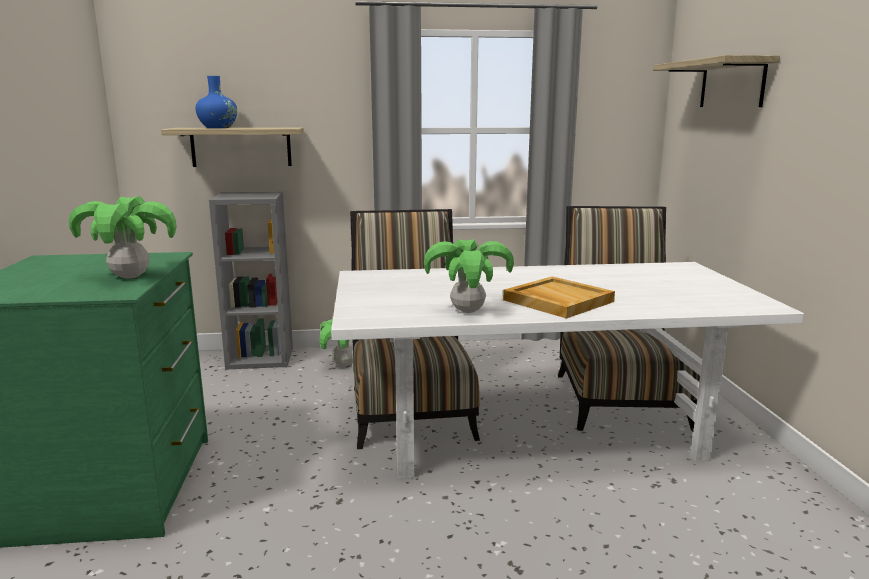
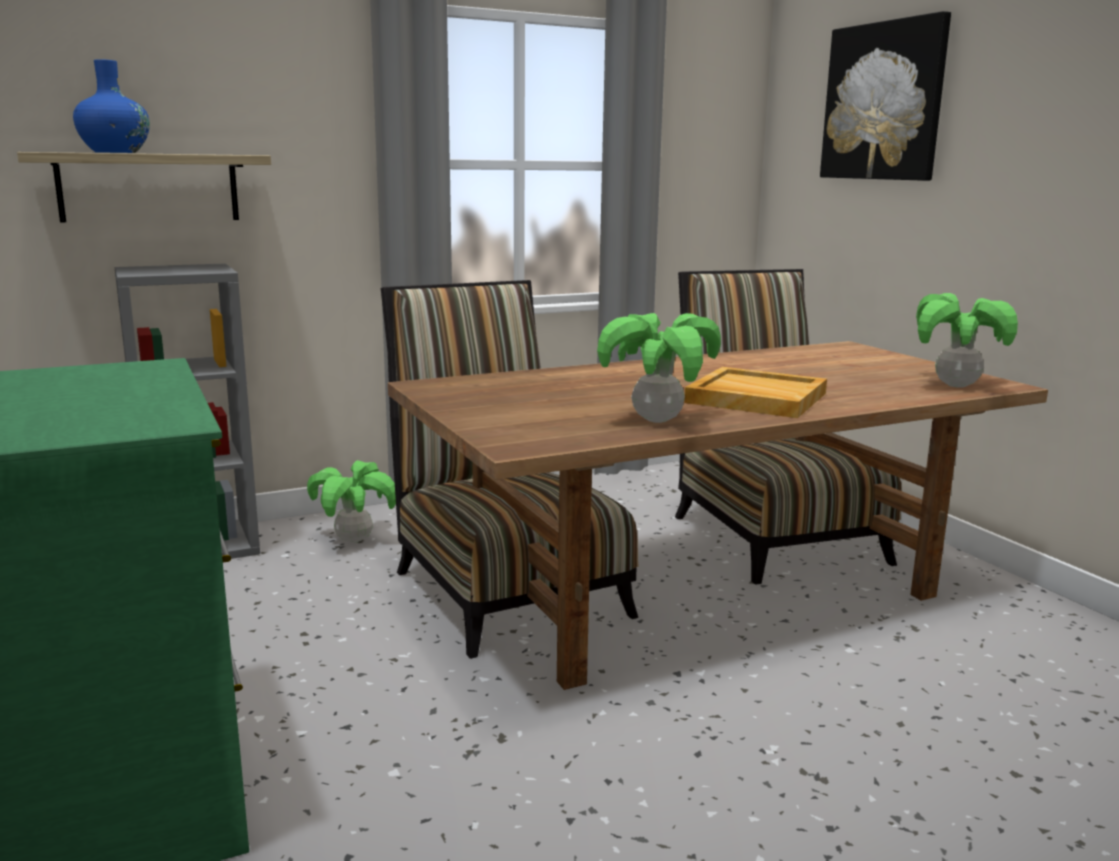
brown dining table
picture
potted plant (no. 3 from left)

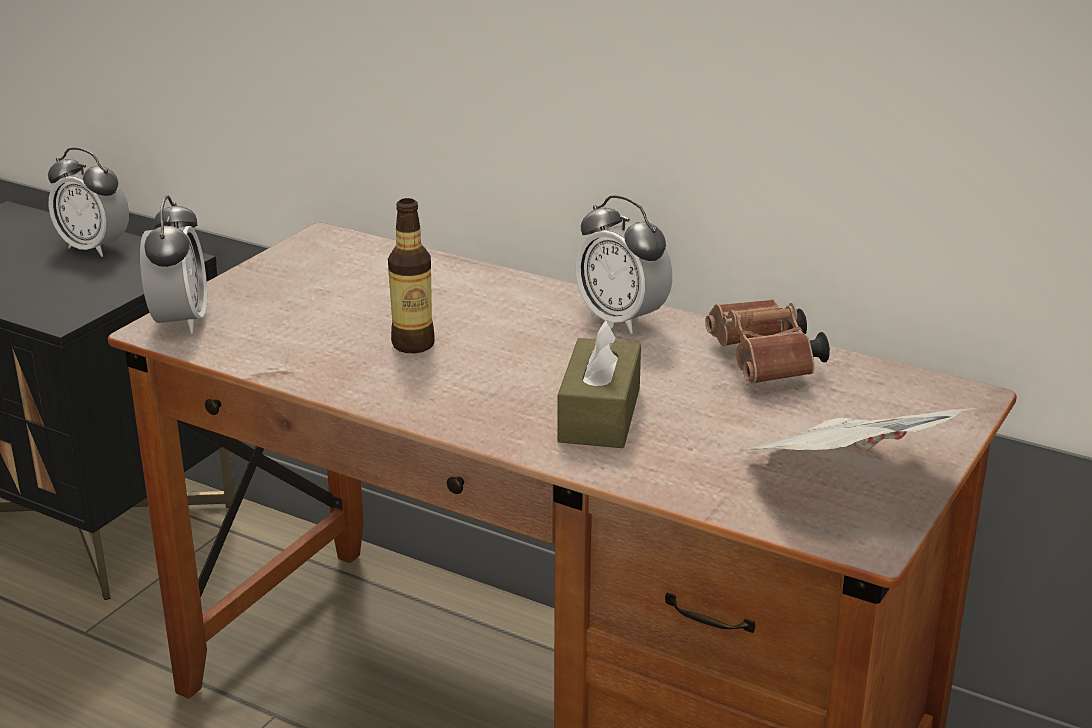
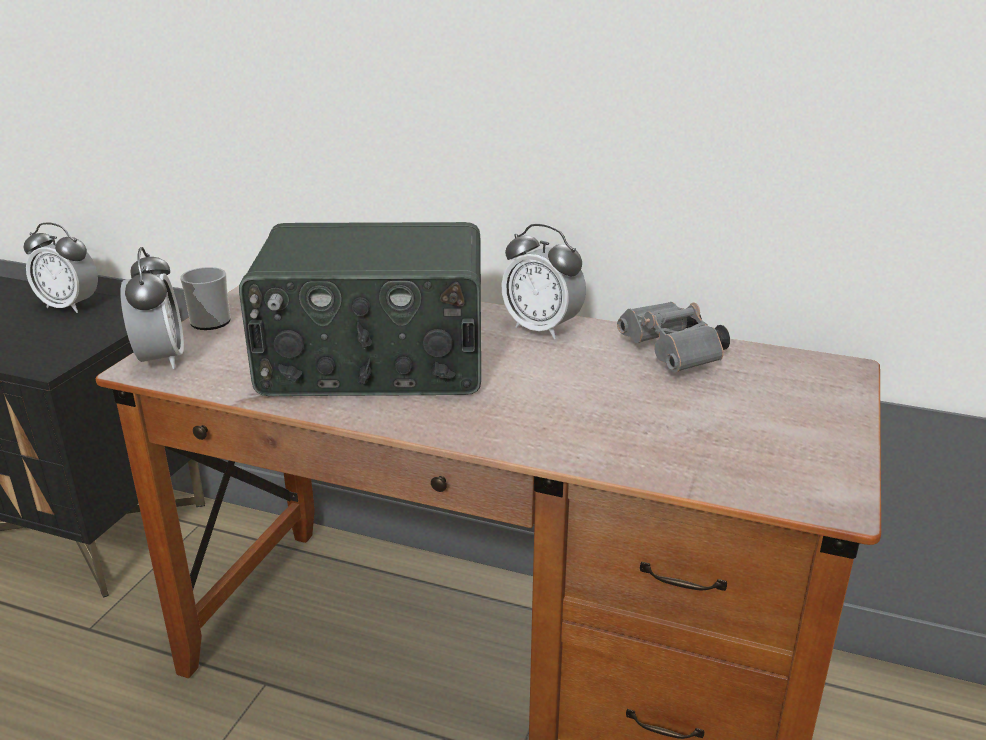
mug
radio
grey binoculars
brown tissue box
newspaper

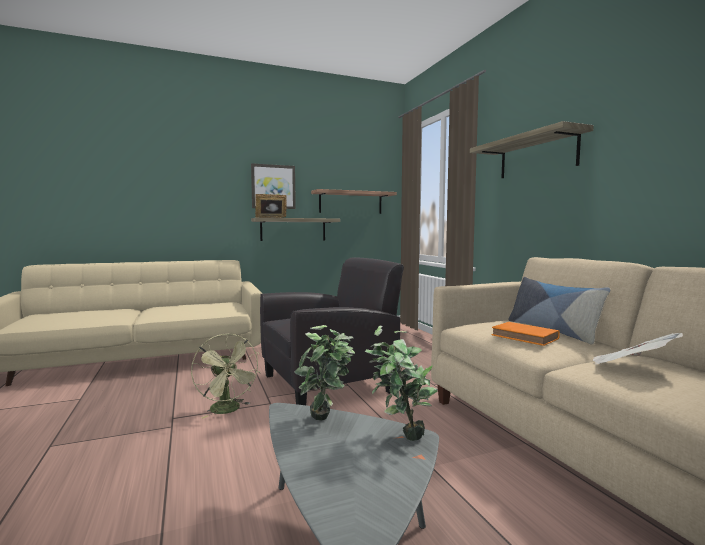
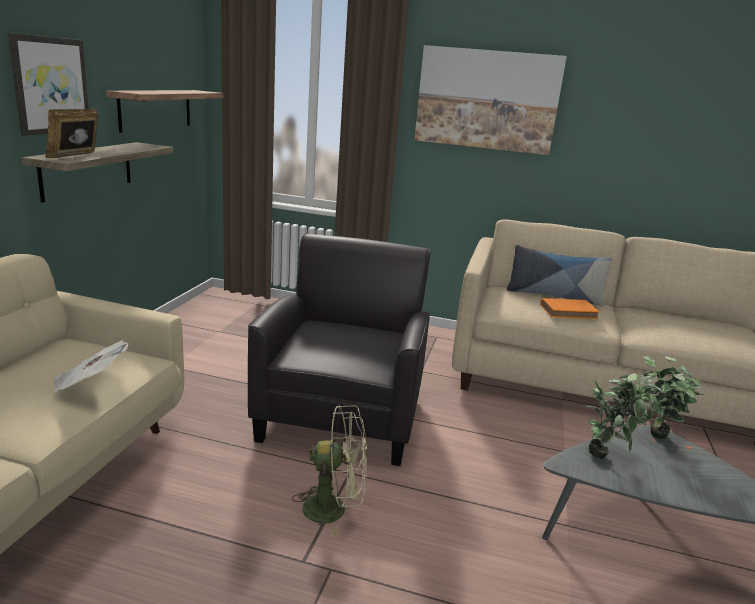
newspaper
picture (no. 2 from left)

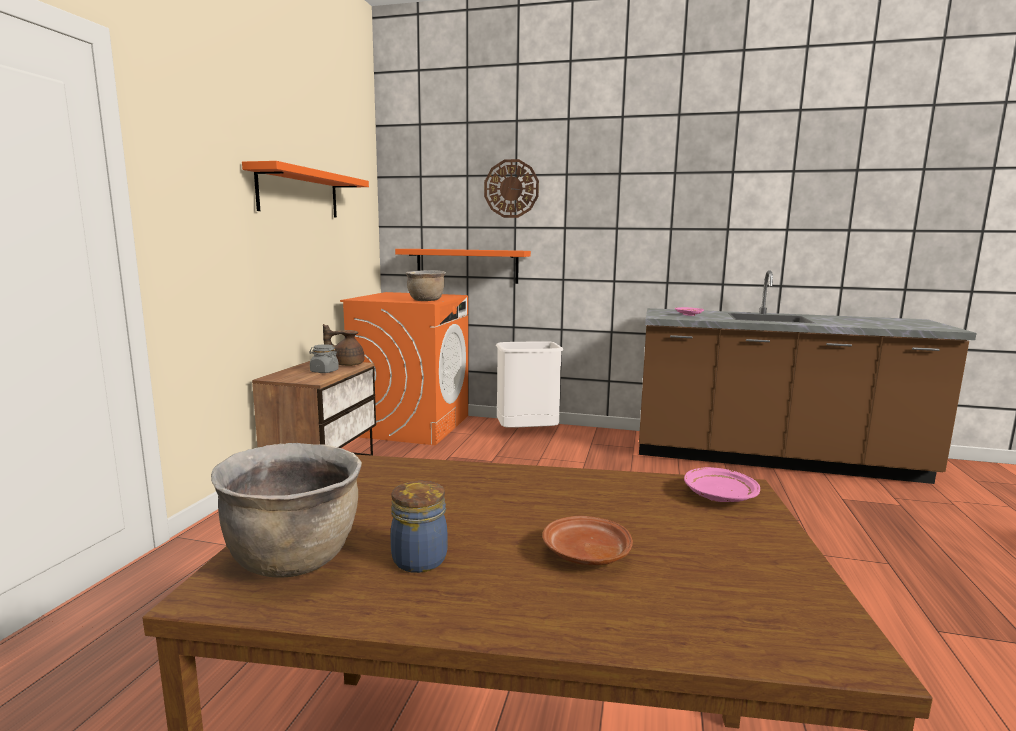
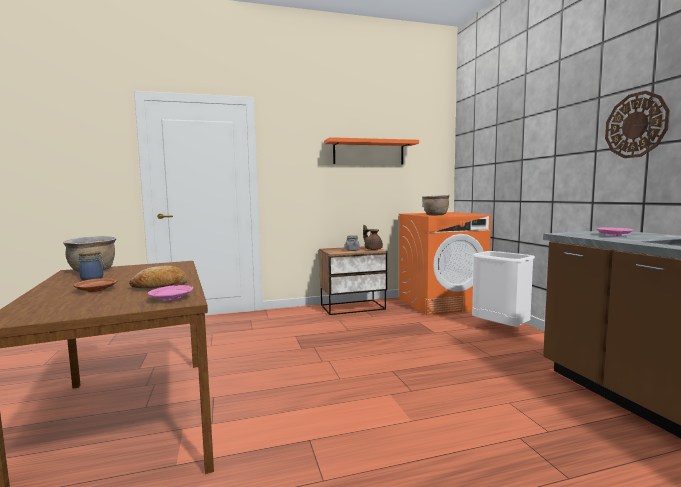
bread
wall clock
orange shelf (no. 2 from left in the first image)

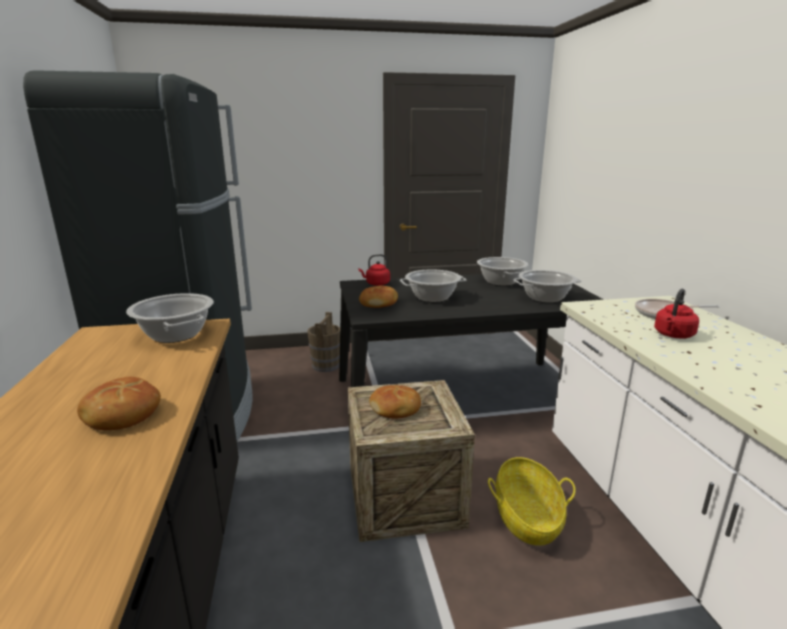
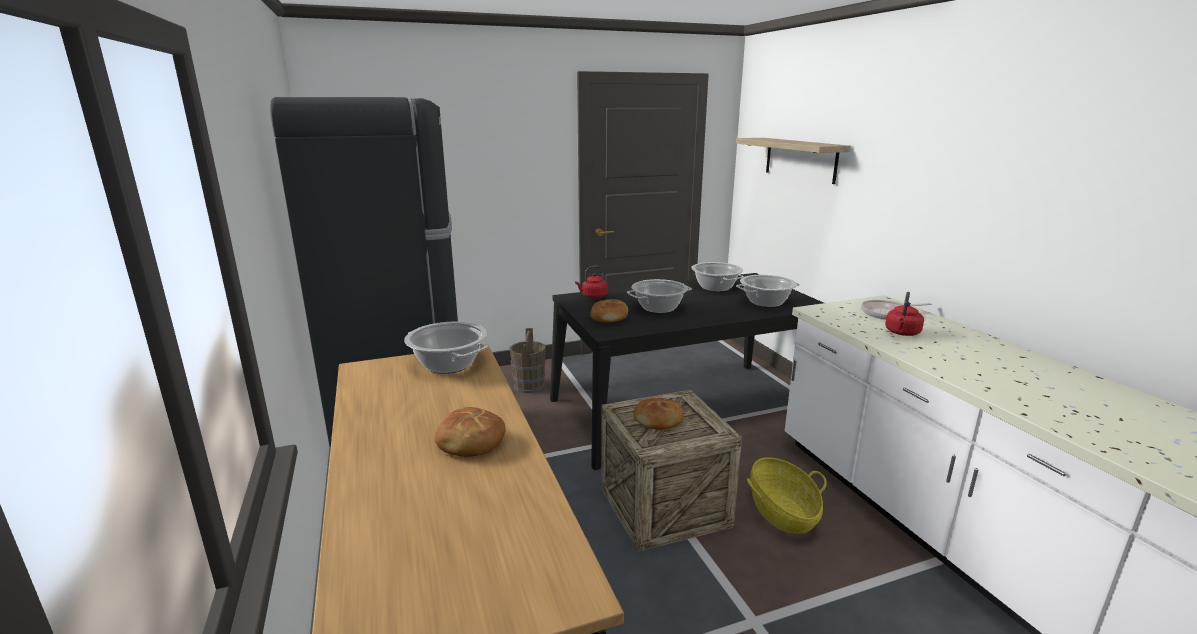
shelf

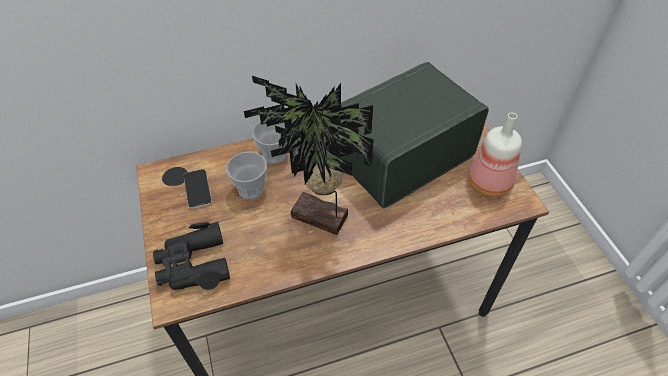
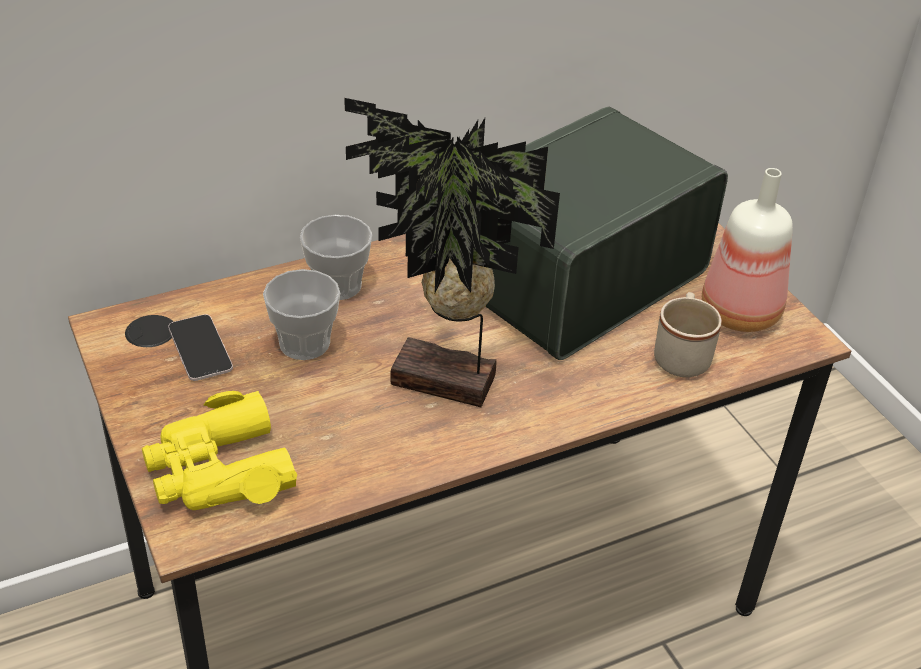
yellow binoculars
beige mug

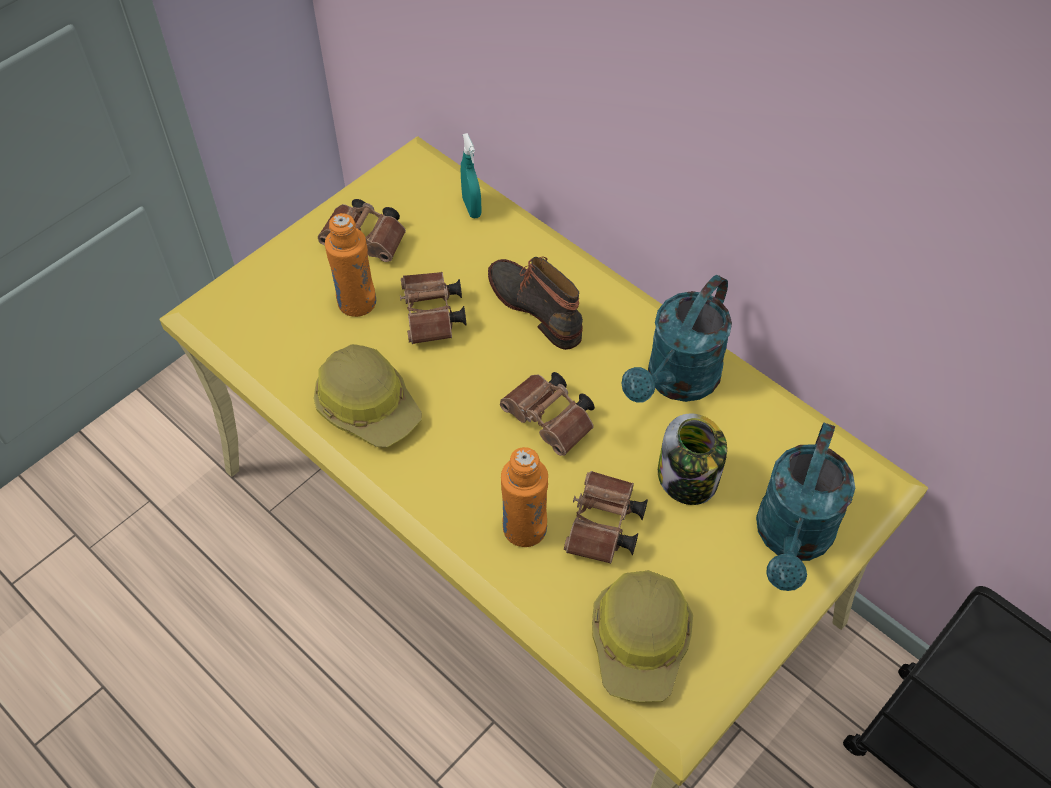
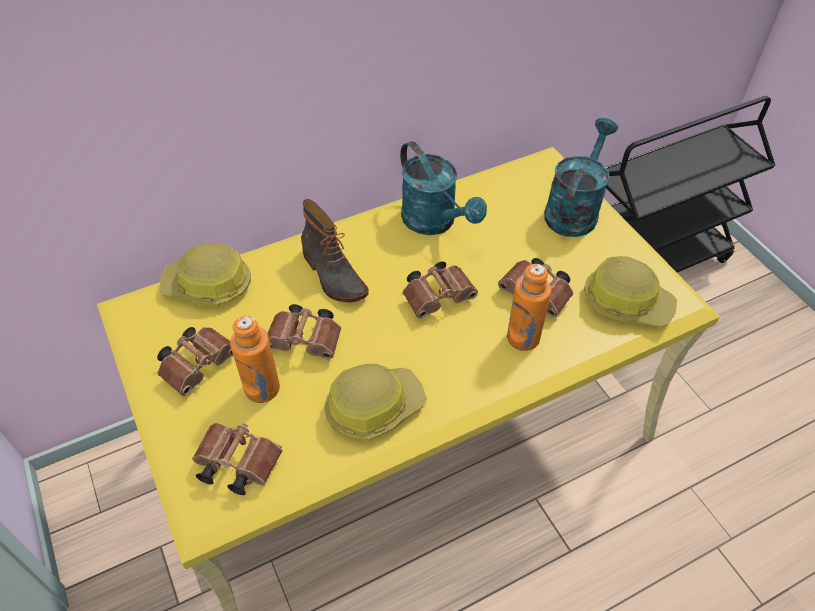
hard hat (no. 1 from left)
brown binoculars (no. 2 from left)
boot
turquoise watering can (no. 2 from left)
jar

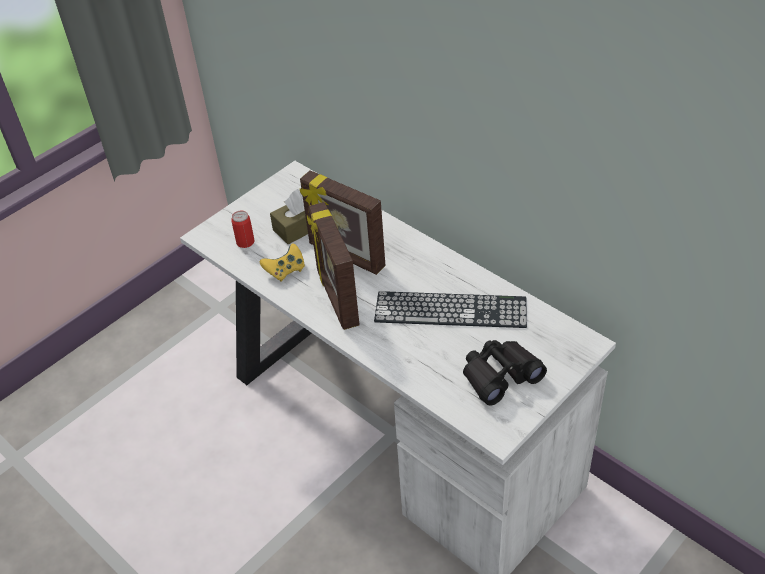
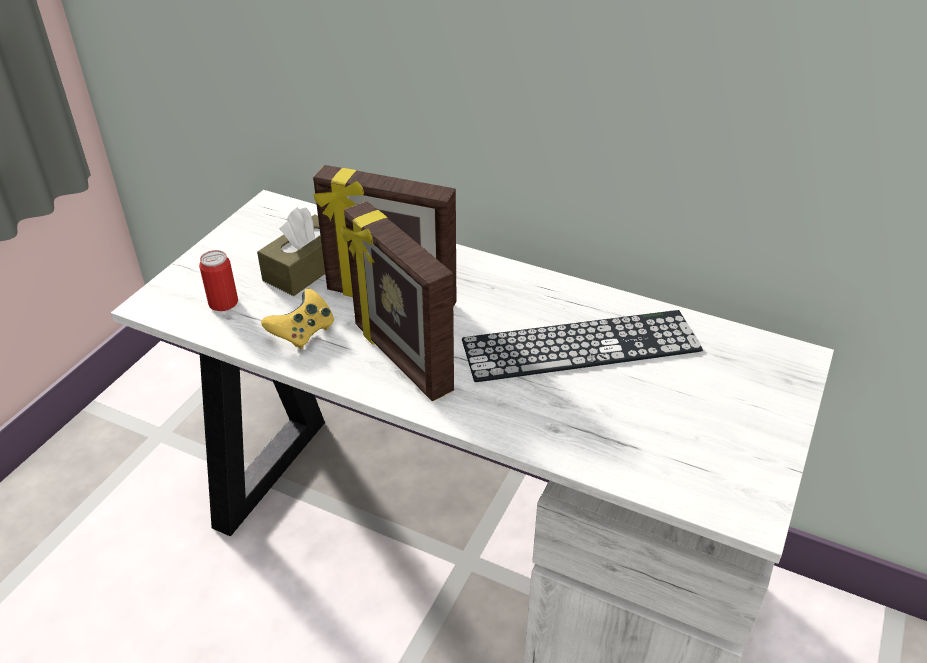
black binoculars

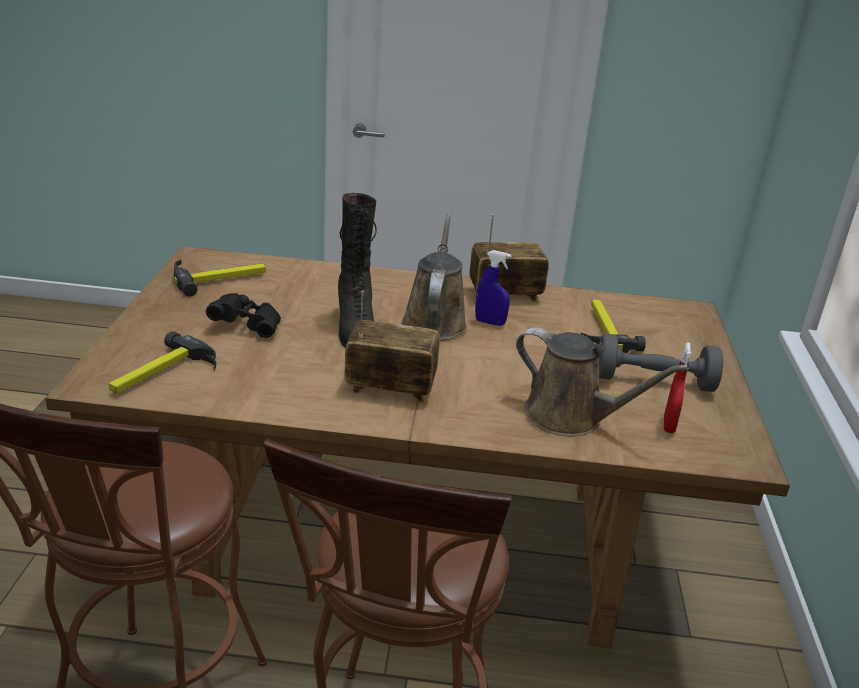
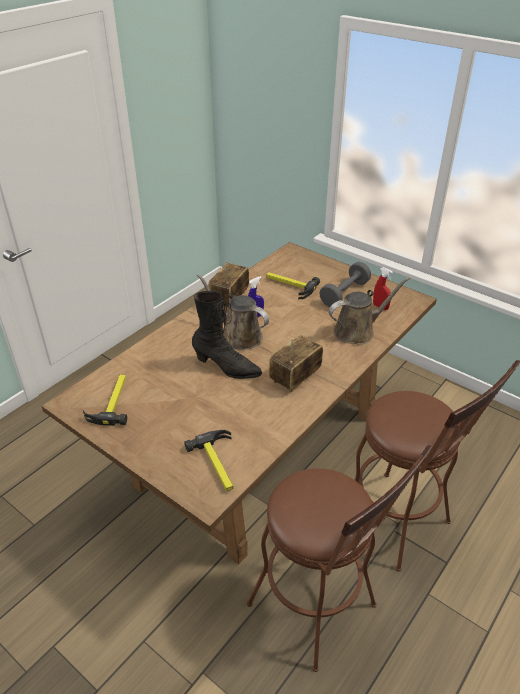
black binoculars

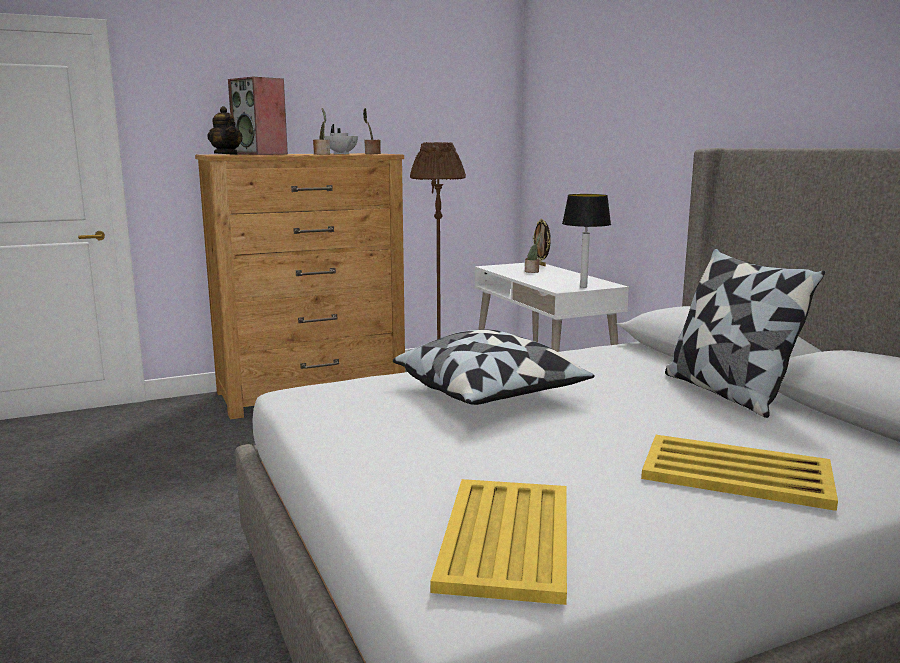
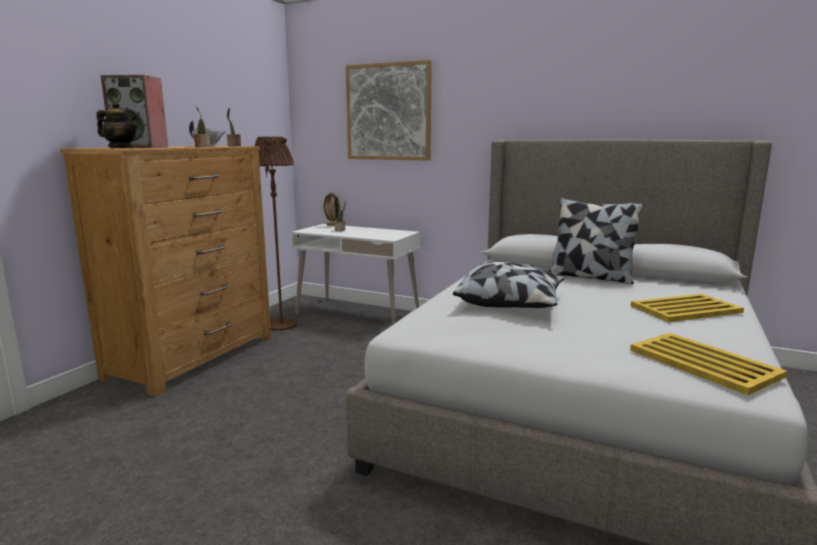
picture
table lamp

